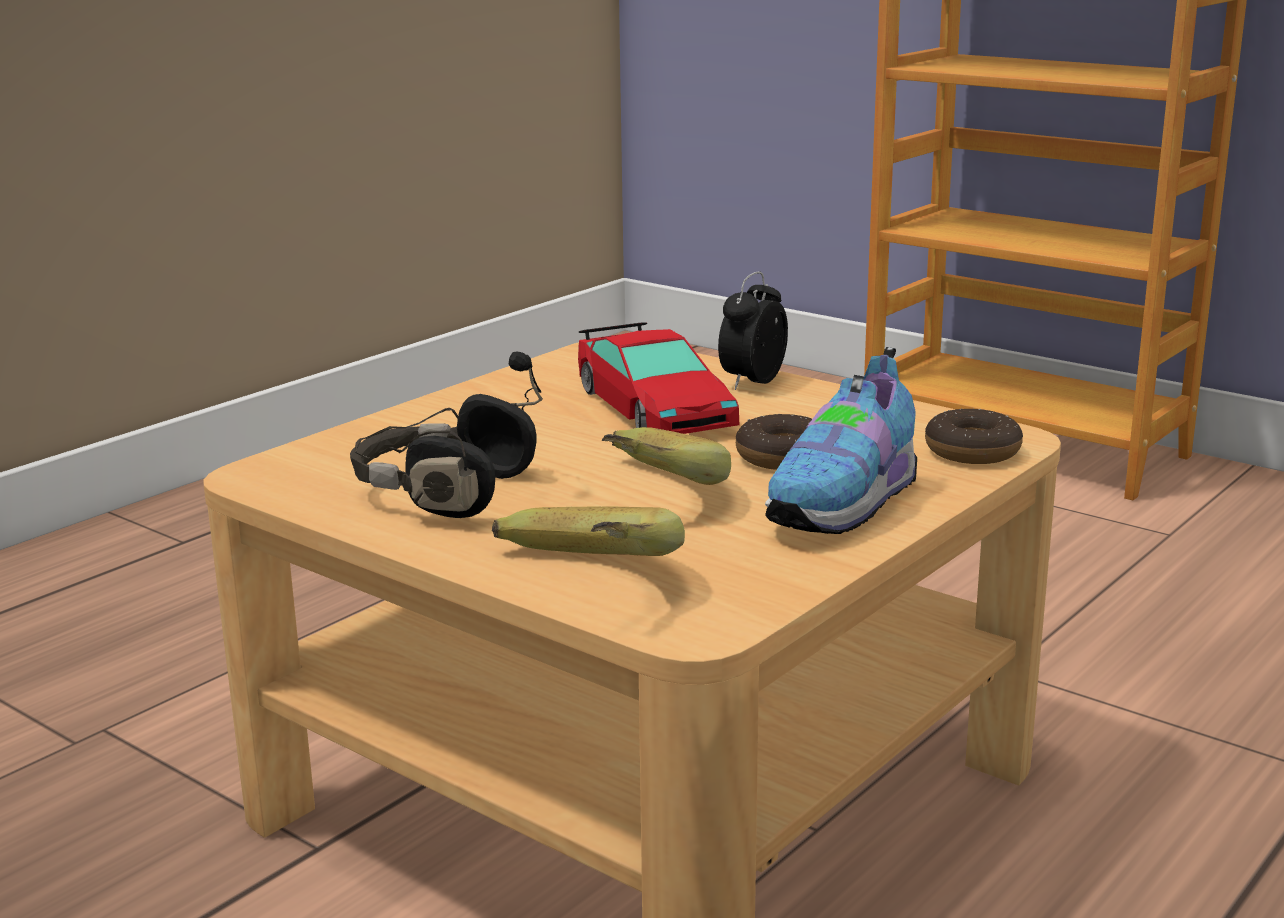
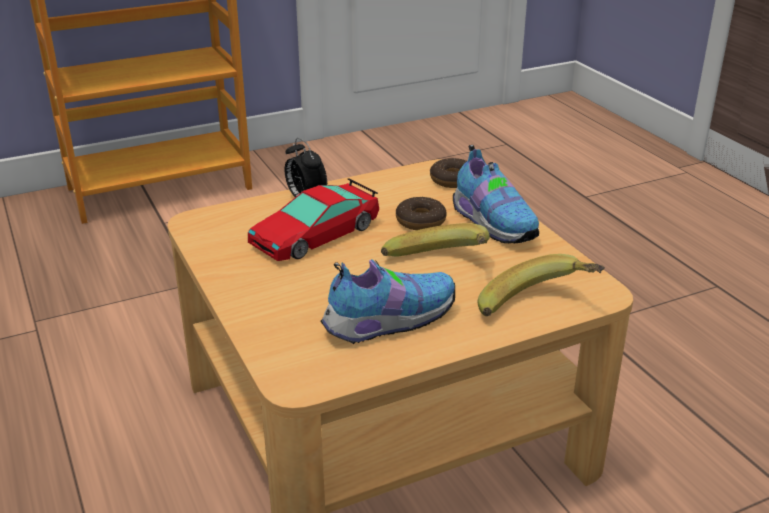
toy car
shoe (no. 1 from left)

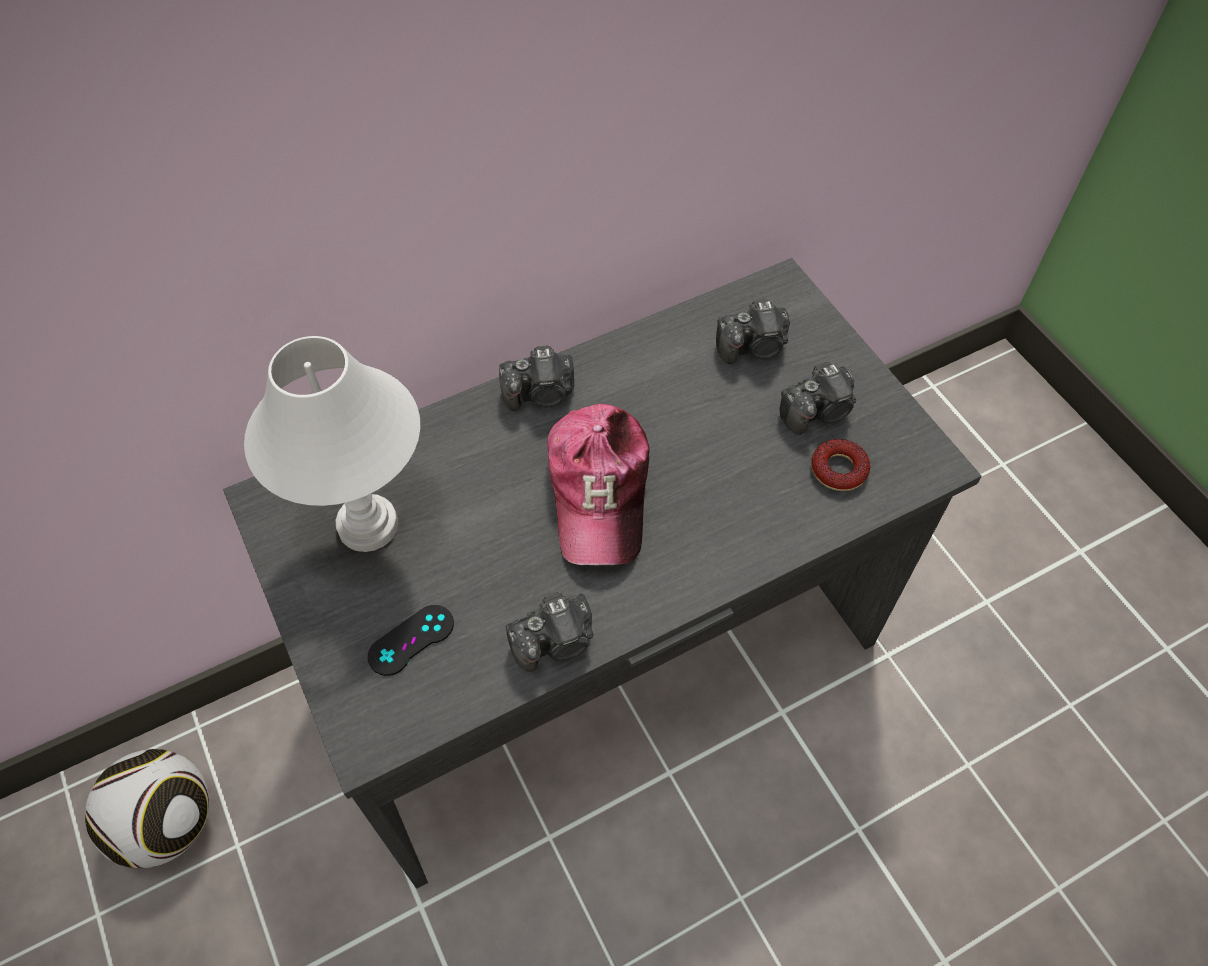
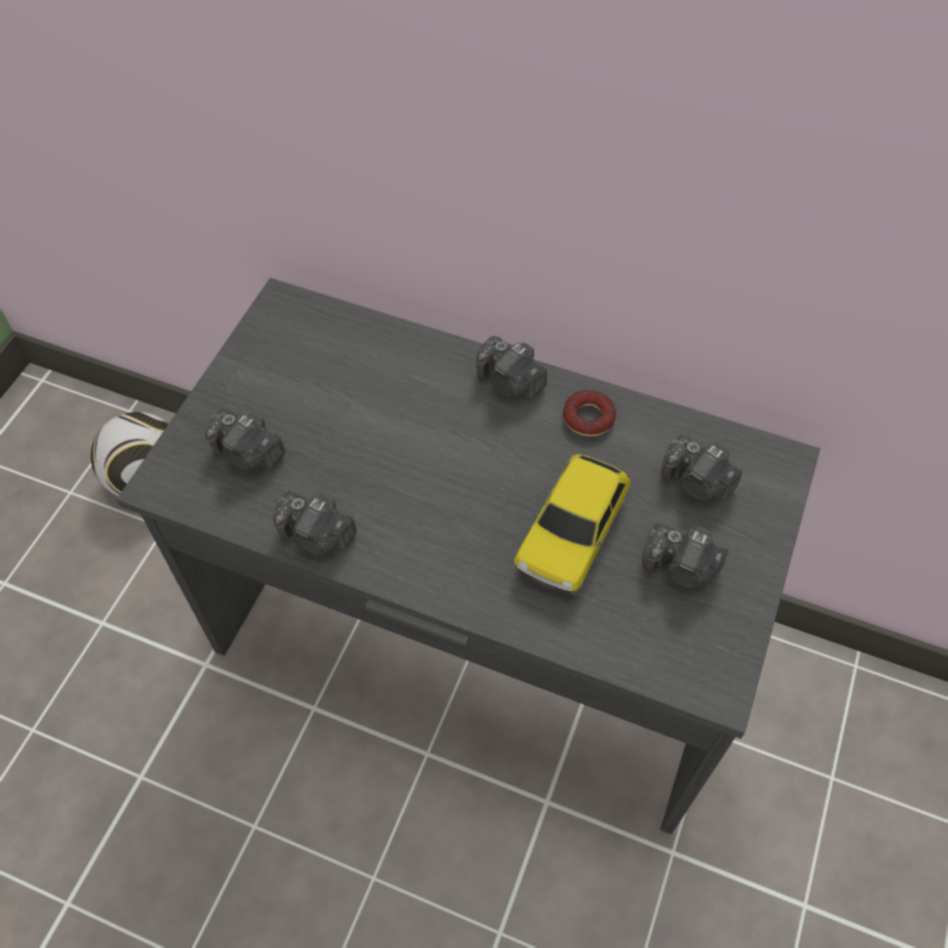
photo camera (no. 1 from left)
toy car
donut
white table lamp
cap

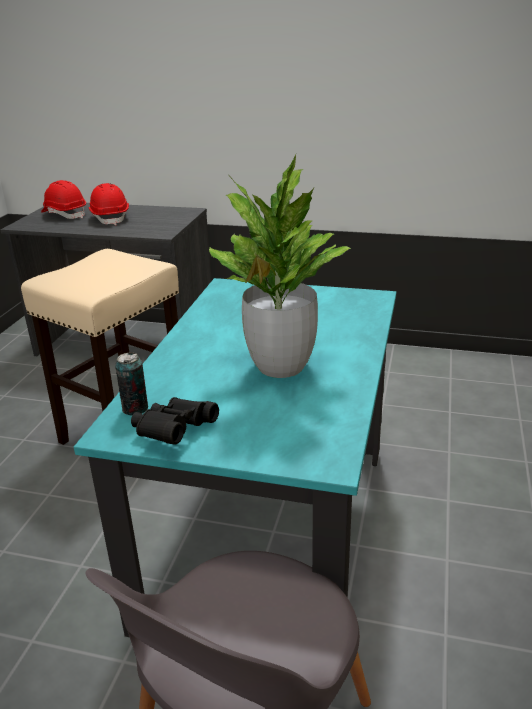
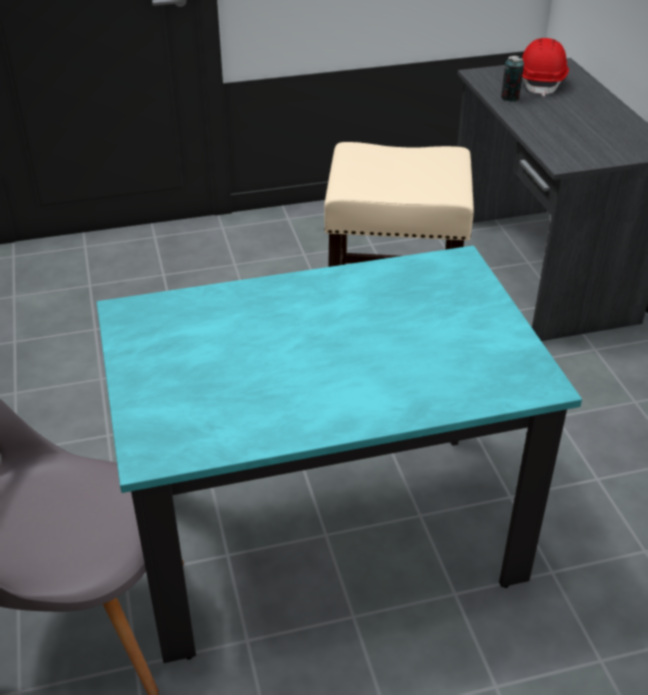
can
red hard hat (no. 2 from left in the first image)
black binoculars
potted plant

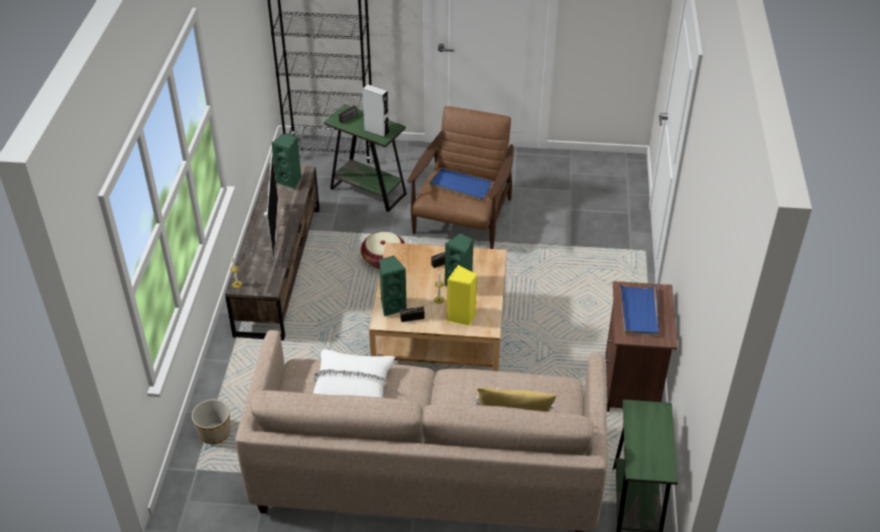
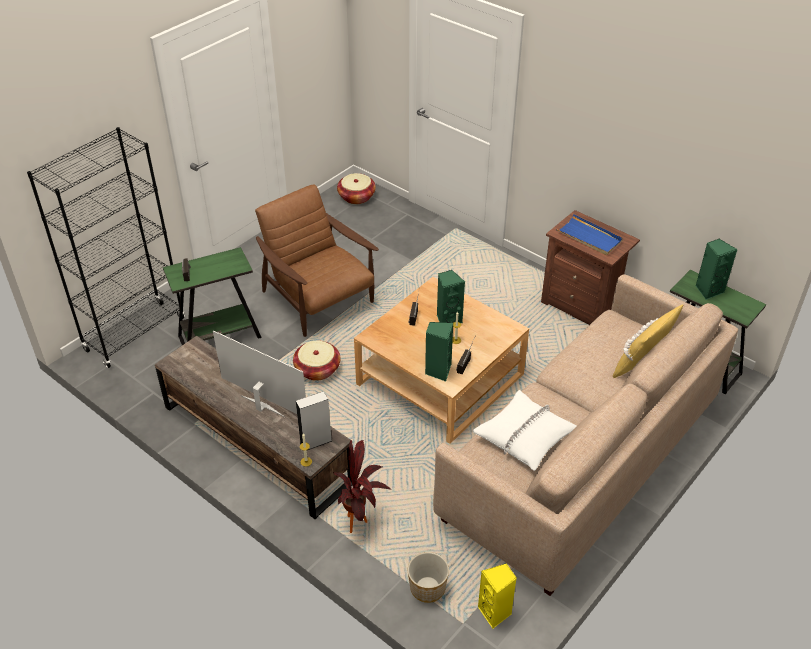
grey speaker
potted plant
basket (no. 2 from left)
yellow speaker
green speaker (no. 3 from left)
blue tray (no. 1 from left in the first image)

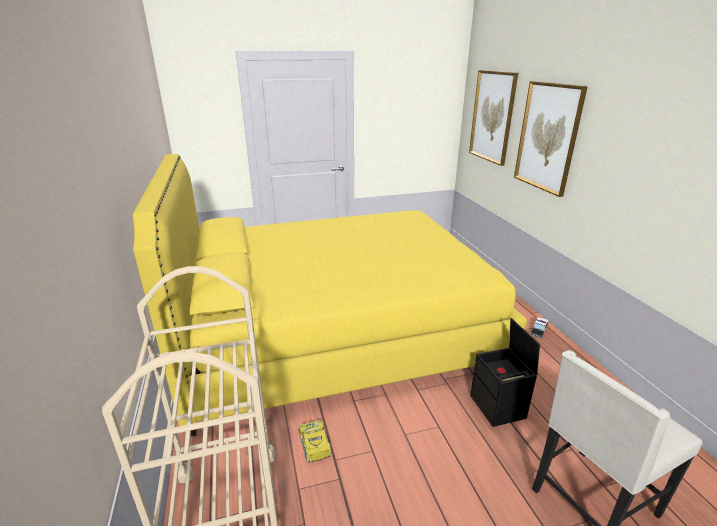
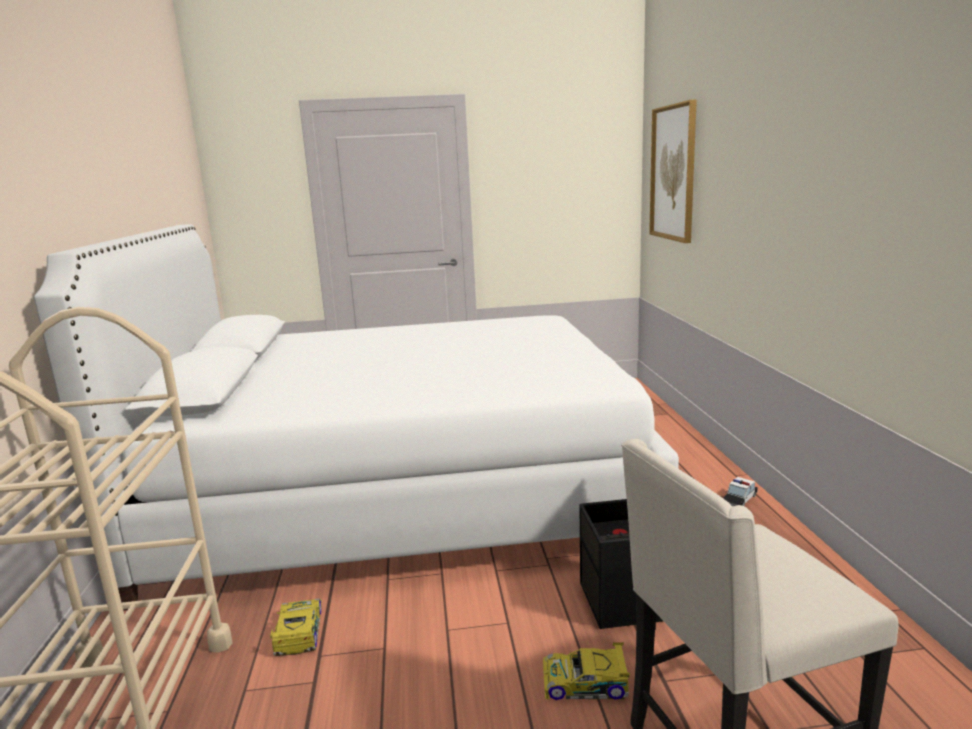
white bed
toy car (no. 2 from left)
picture (no. 2 from left in the first image)

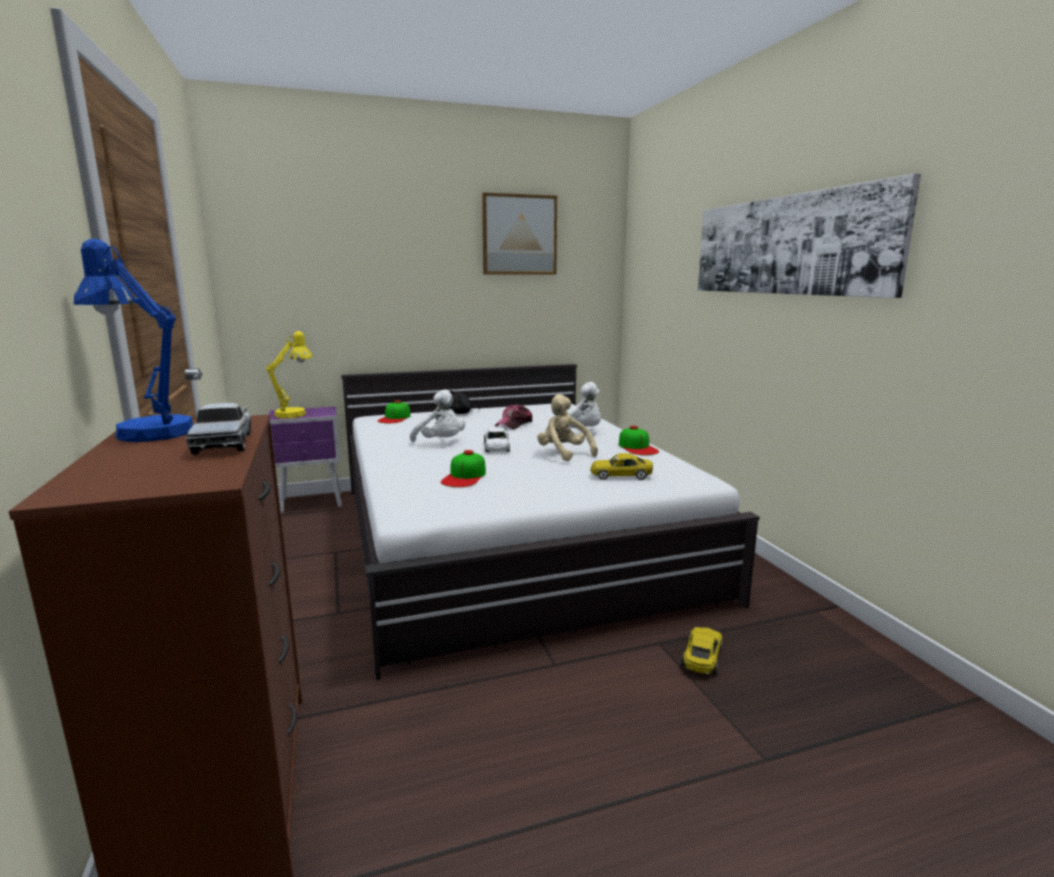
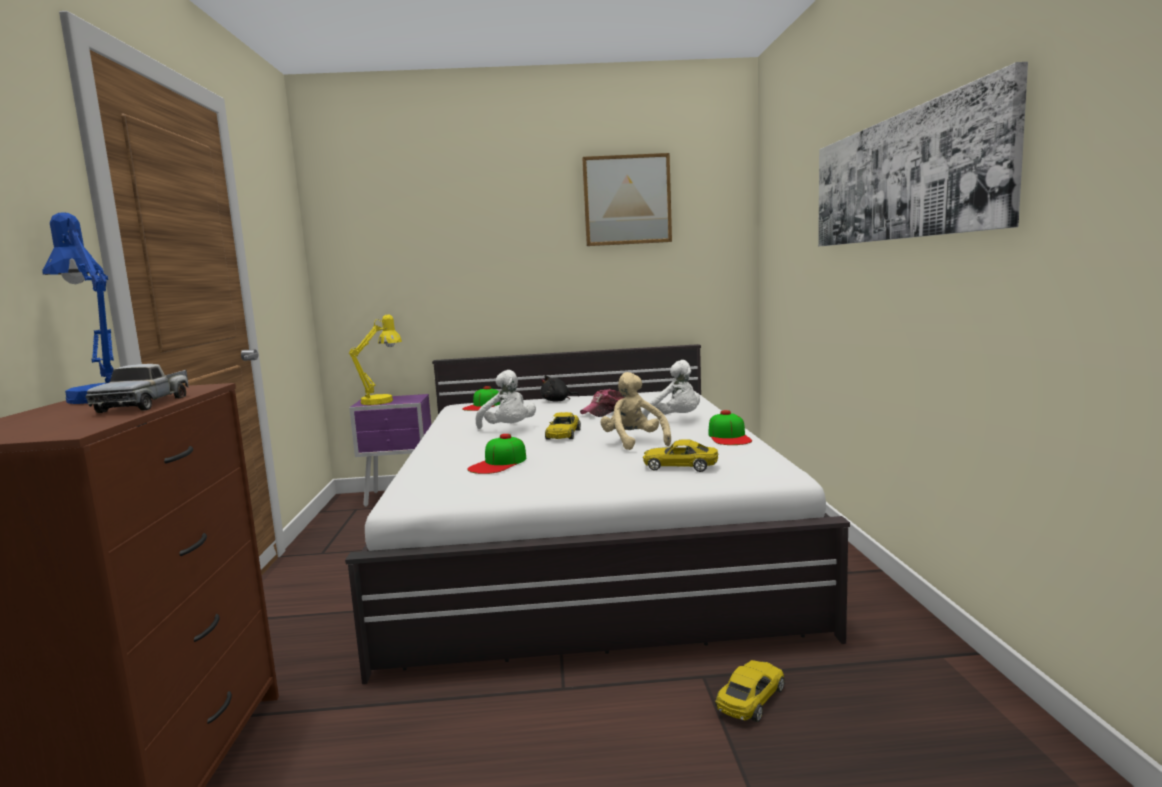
yellow toy car (no. 1 from left)

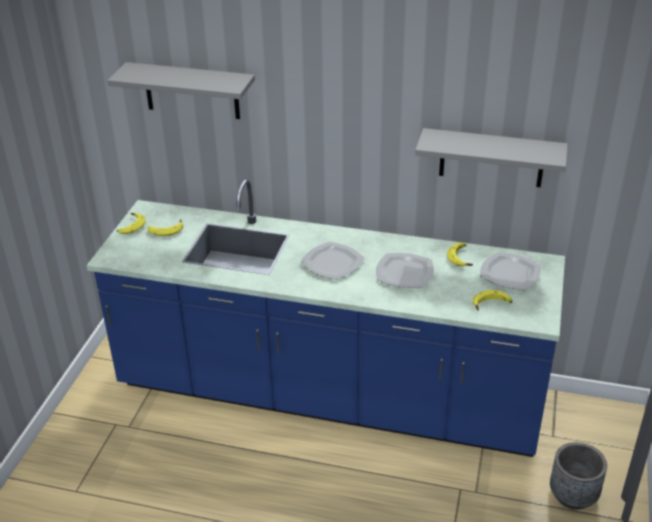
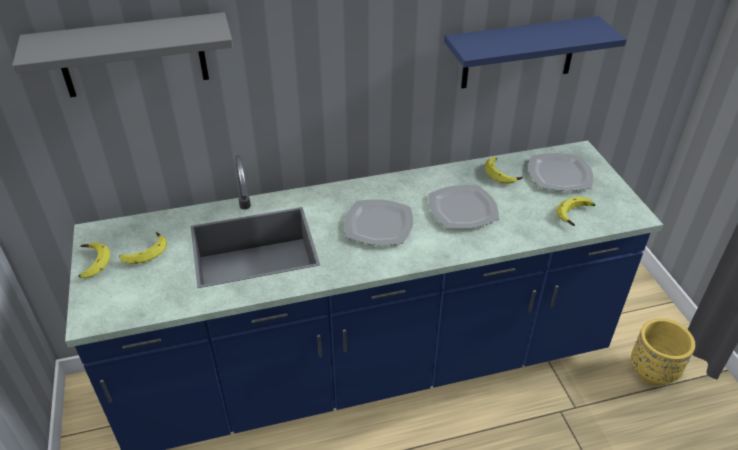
blue shelf
yellow planter

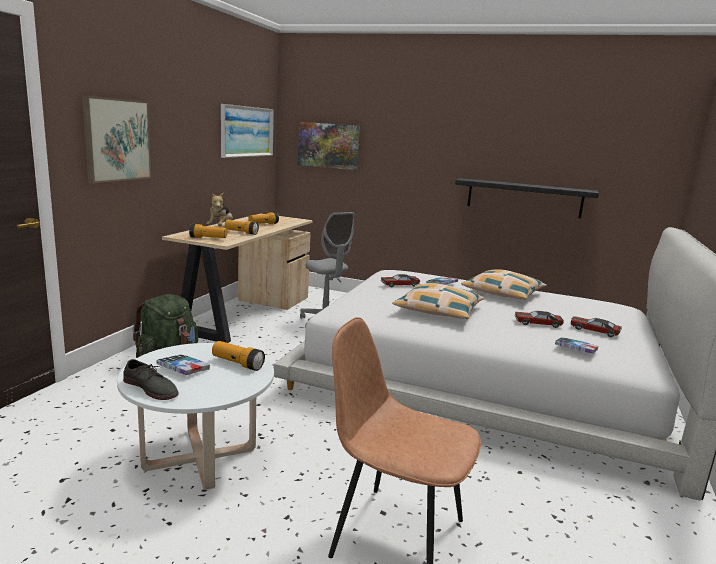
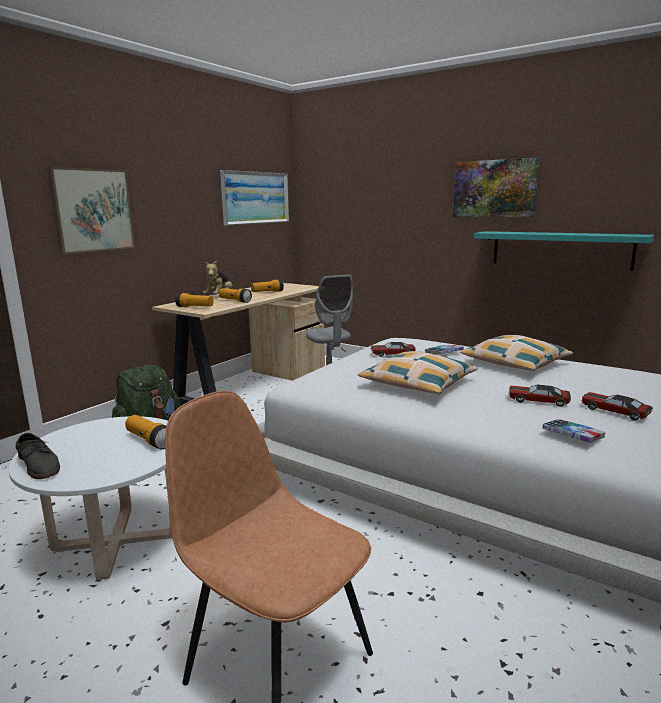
picture (no. 3 from left)
turquoise shelf
book (no. 1 from left in the first image)

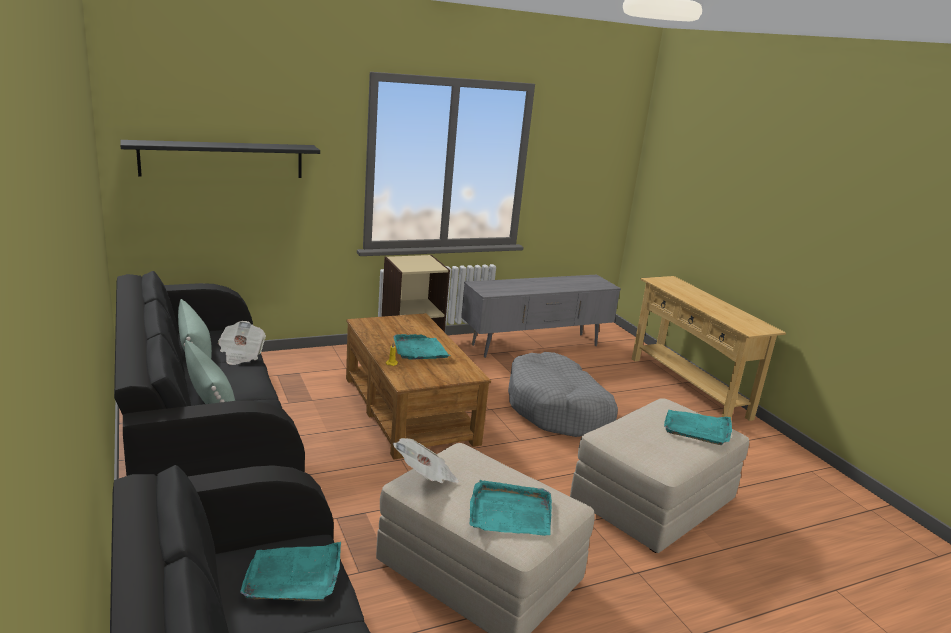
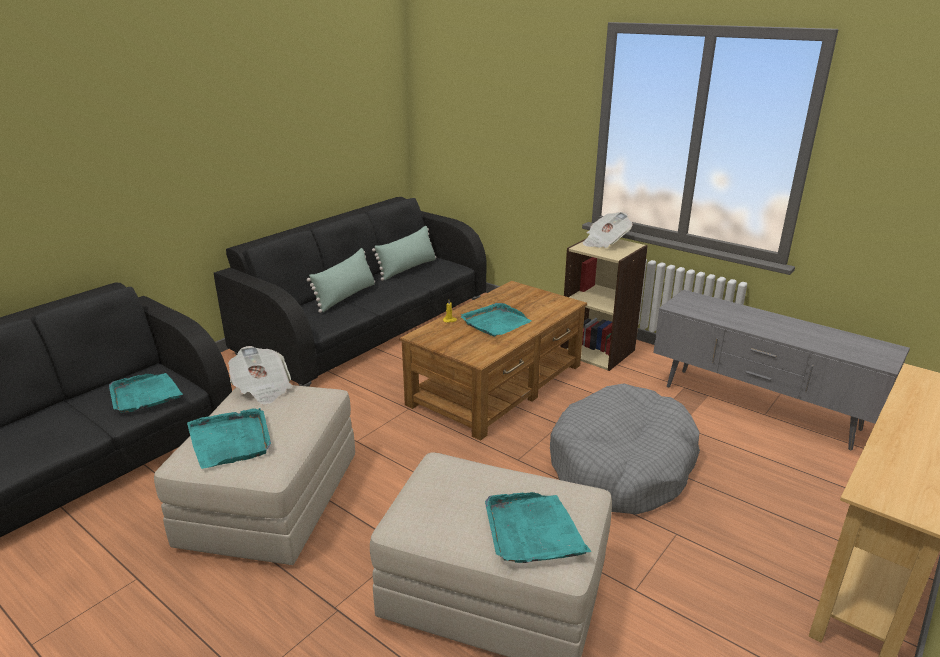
newspaper (no. 2 from left)
black shelf

